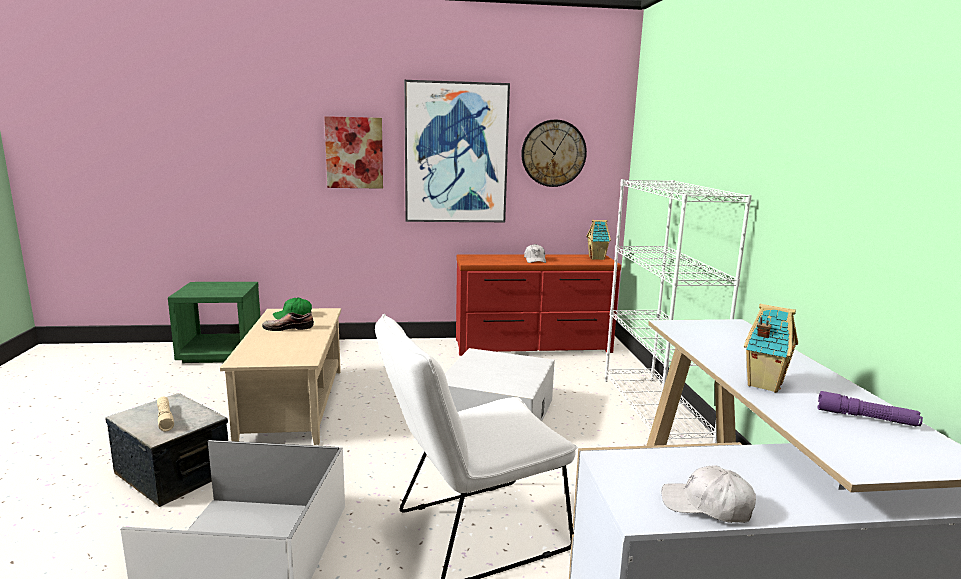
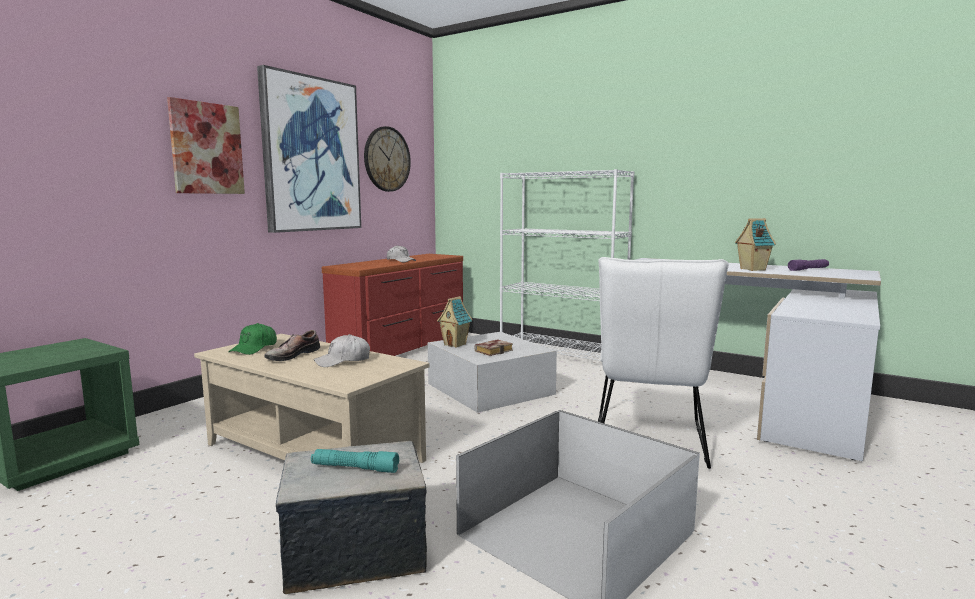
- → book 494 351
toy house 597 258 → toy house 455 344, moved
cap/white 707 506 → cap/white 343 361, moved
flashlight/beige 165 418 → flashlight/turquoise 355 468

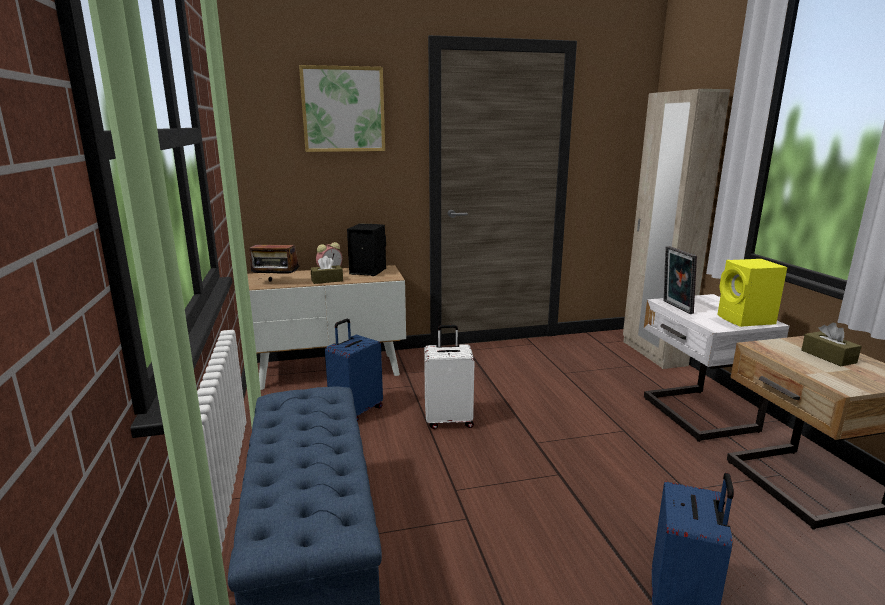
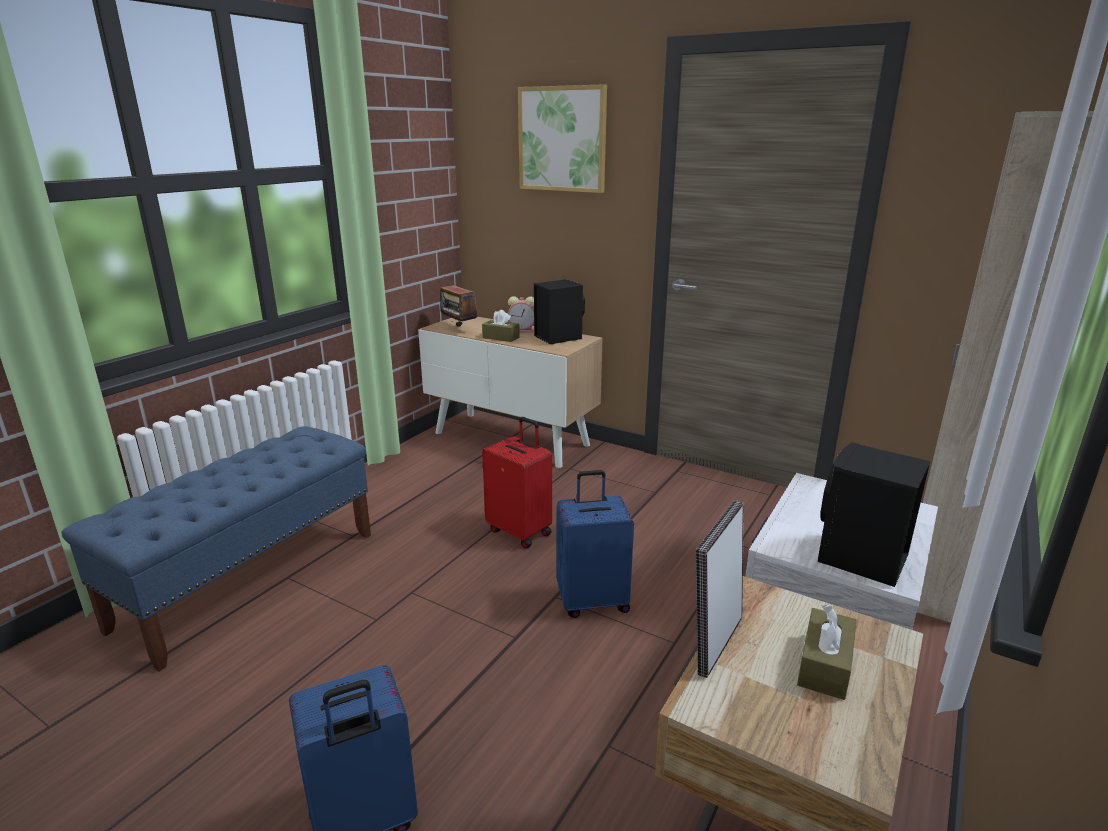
suitcase/blue 356 411 → suitcase/blue 592 601, moved
picture frame 675 307 → picture frame 714 642, moved
suitcase/white 449 420 → suitcase/red 520 531
speaker/yellow 746 320 → speaker/black 860 560

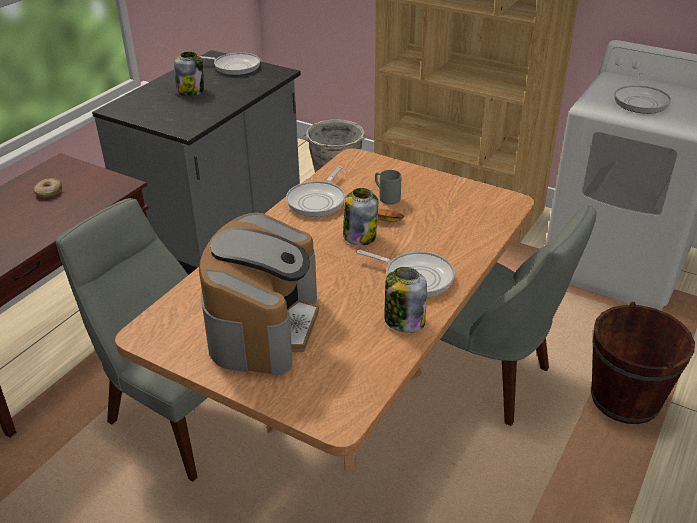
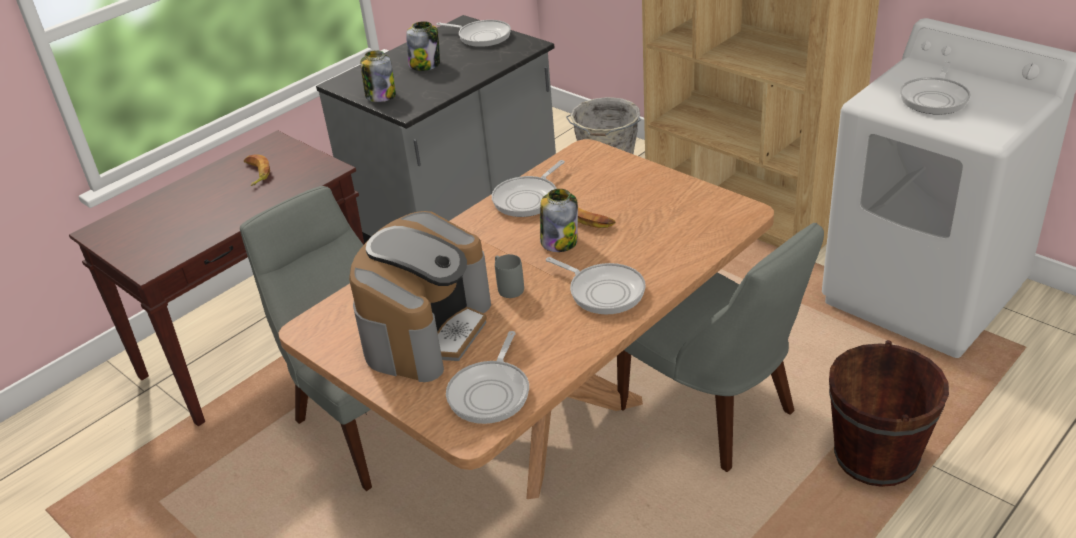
- → frying pan 491 393
mug/grey 386 197 → mug/grey 507 287, moved
jar 403 320 → jar 380 96, moved
donut 49 192 → banana 256 173

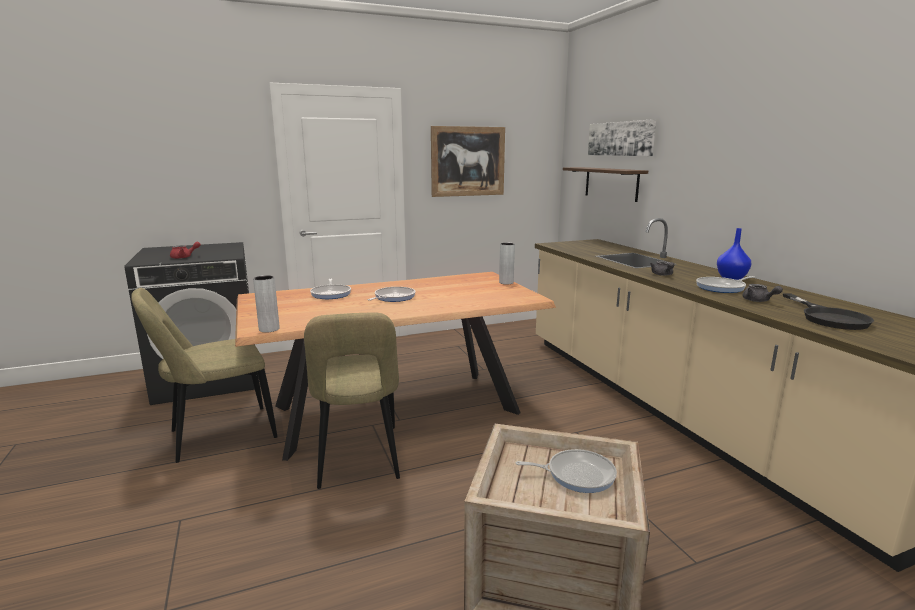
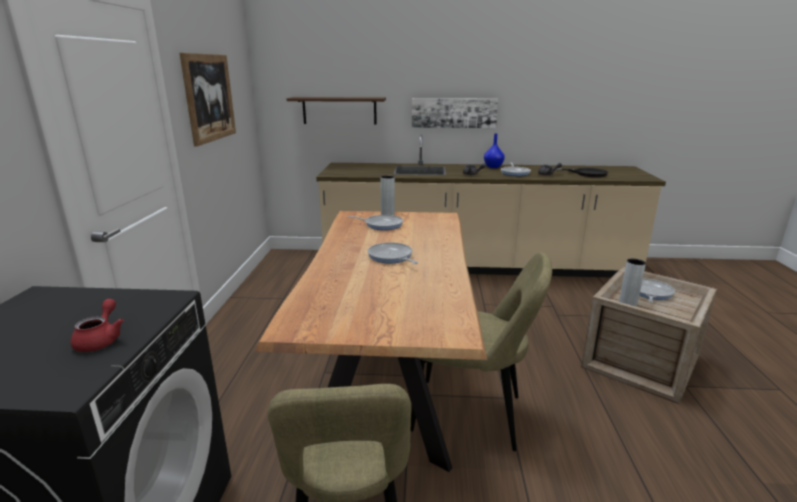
vase/grey 269 329 → vase/grey 627 303, moved
frying pan 331 294 → frying pan 381 224, moved
picture 621 138 → picture 454 112, moved

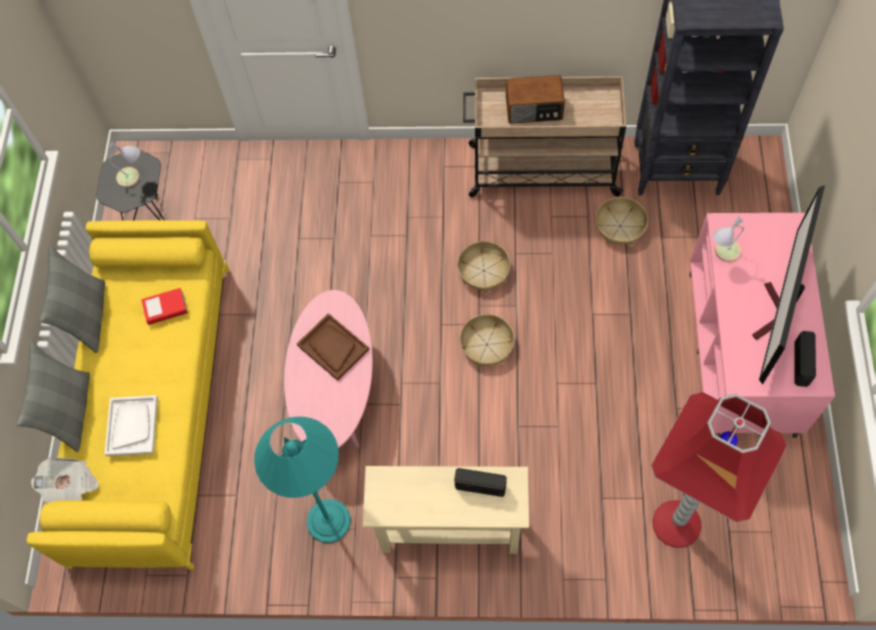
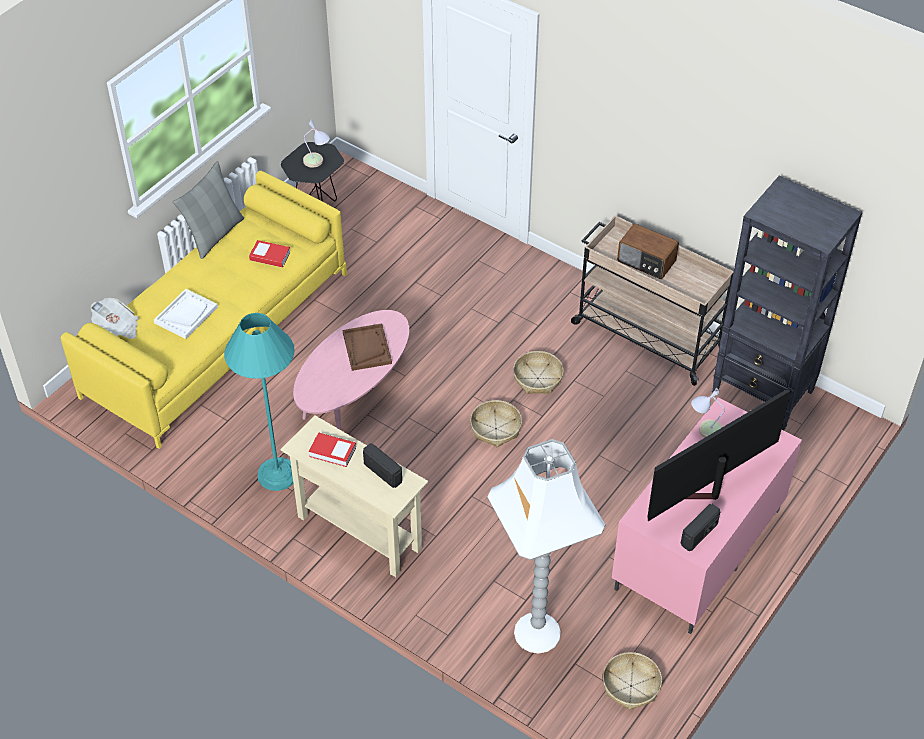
pillow/grey 71 412 → -
- → book 332 452
basket 620 226 → basket 631 686, moved
floor lamp/red 677 525 → floor lamp/white 536 634

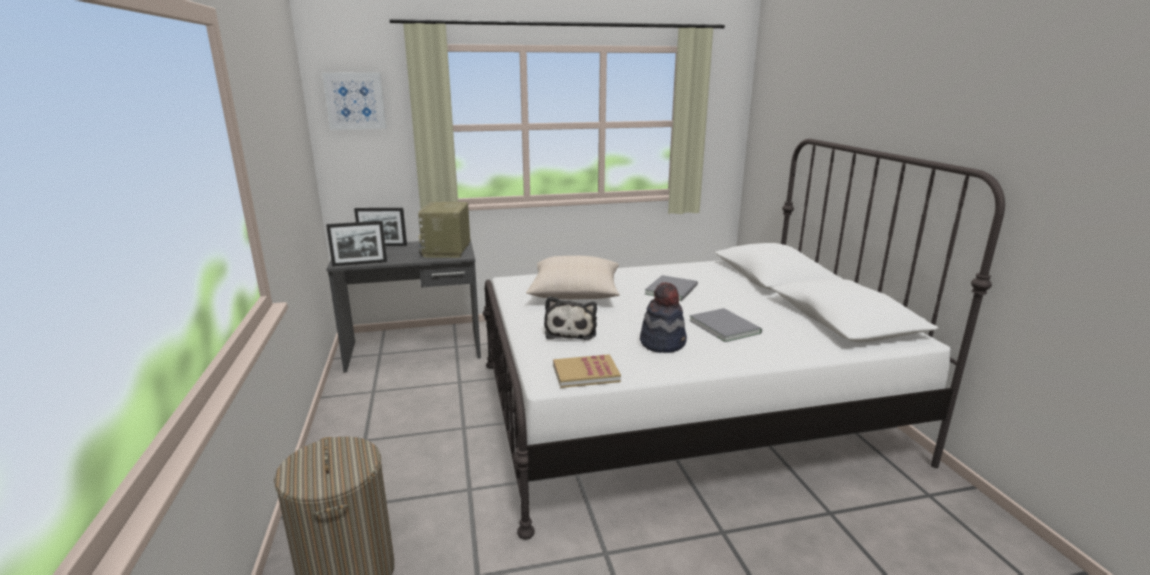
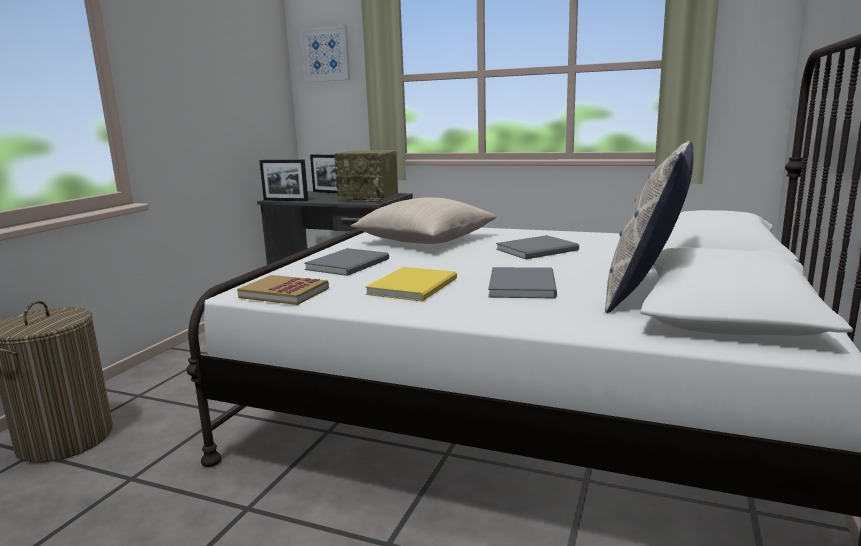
- → pillow 645 292
plush toy 571 331 → book/grey 350 264
hat 663 343 → book/yellow 416 286
radio 447 251 → radio 370 199, 105 degrees counterclockwise

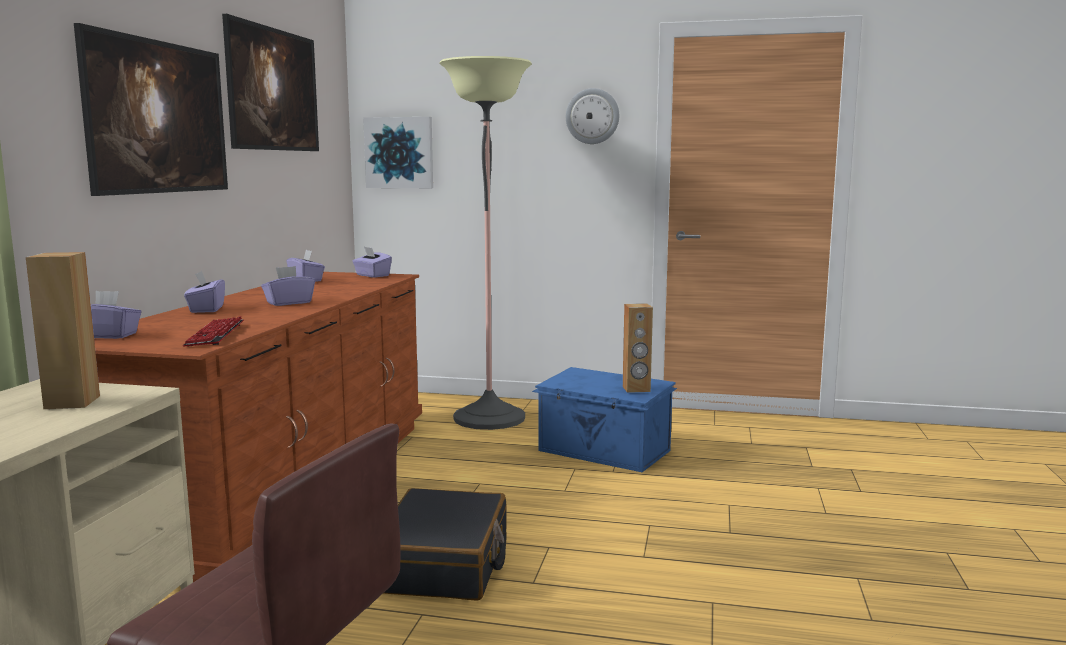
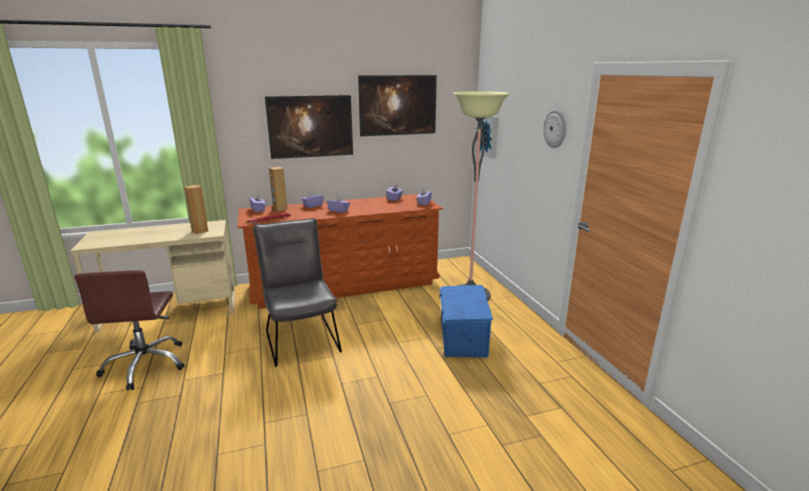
speaker/brown 636 389 → speaker/brown 280 209, moved
suitcase/black 444 564 → chair/grey 301 338

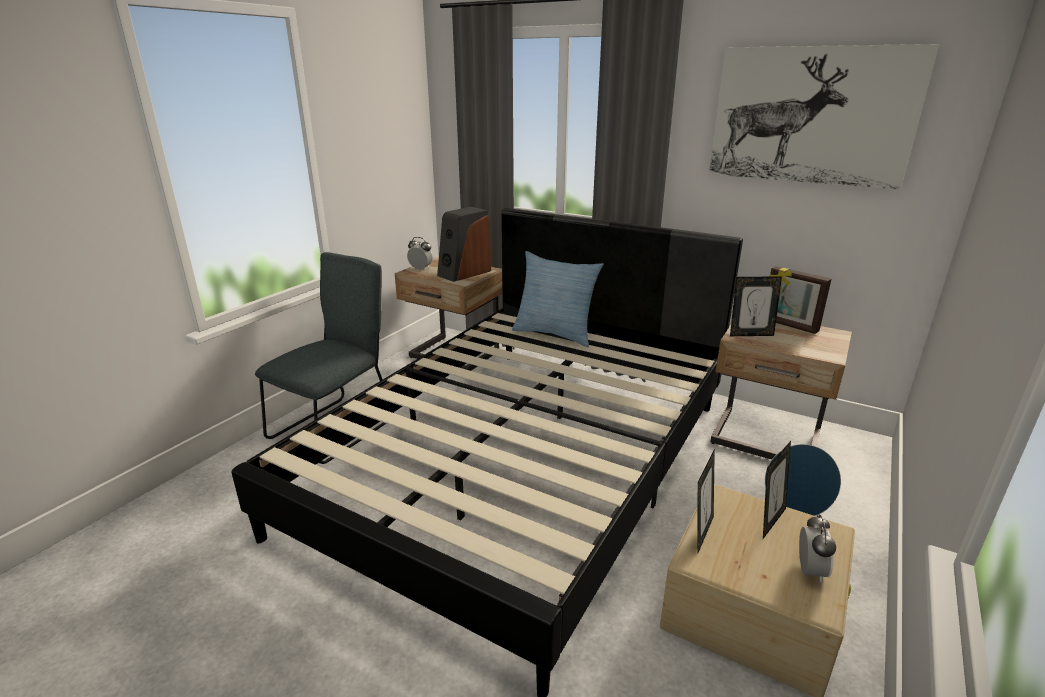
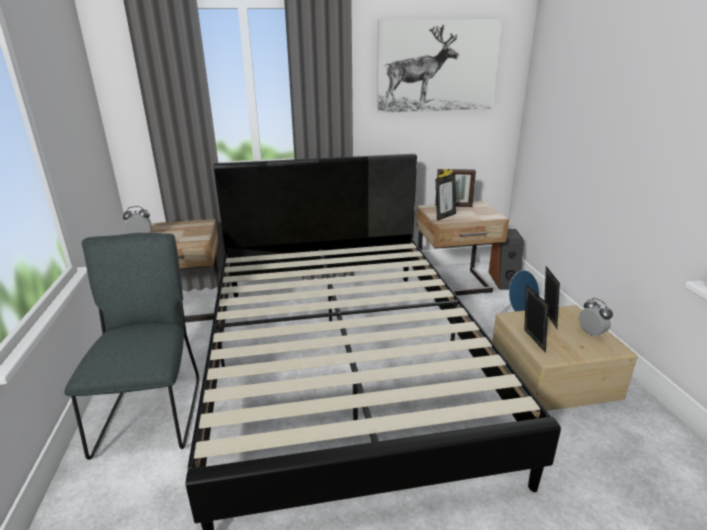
pillow 555 333 → -
speaker 464 273 → speaker 504 280, moved

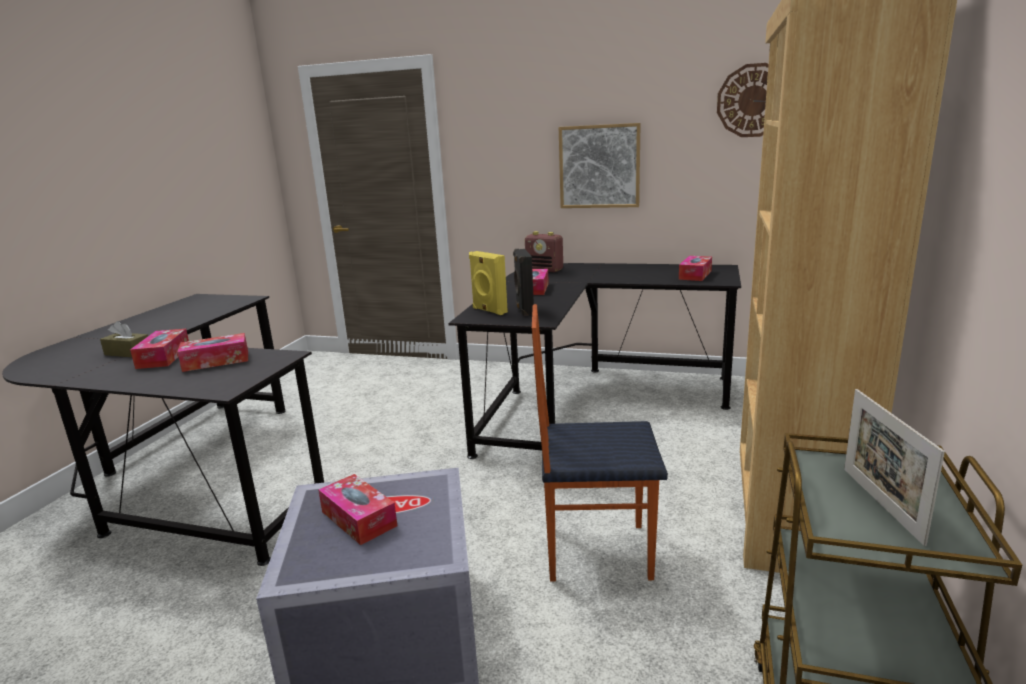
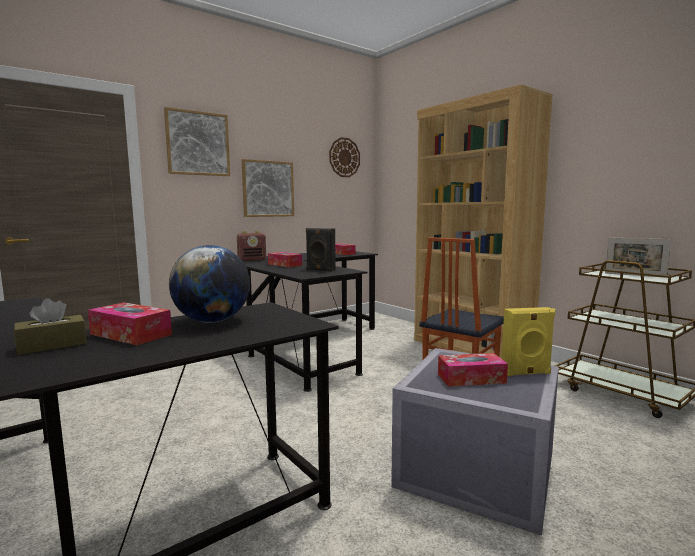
- → picture 198 143
speaker/yellow 488 310 → speaker/yellow 526 373, moved
tissue box 216 361 → globe 212 321

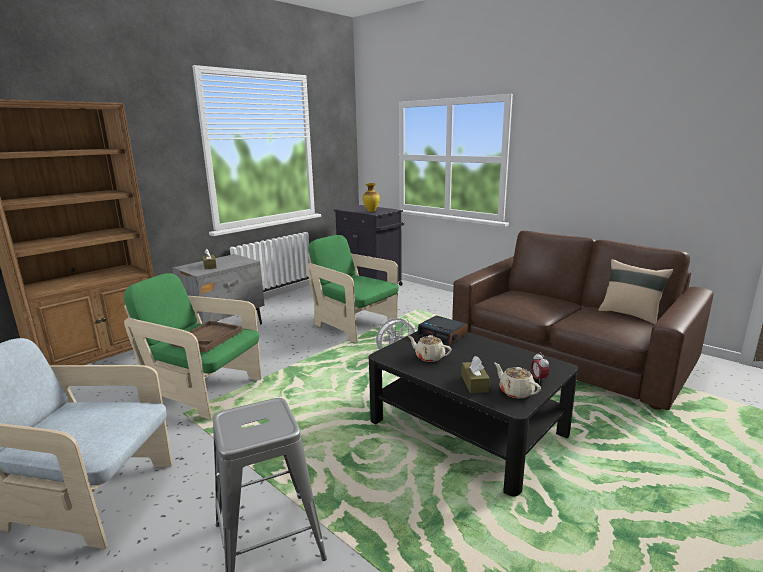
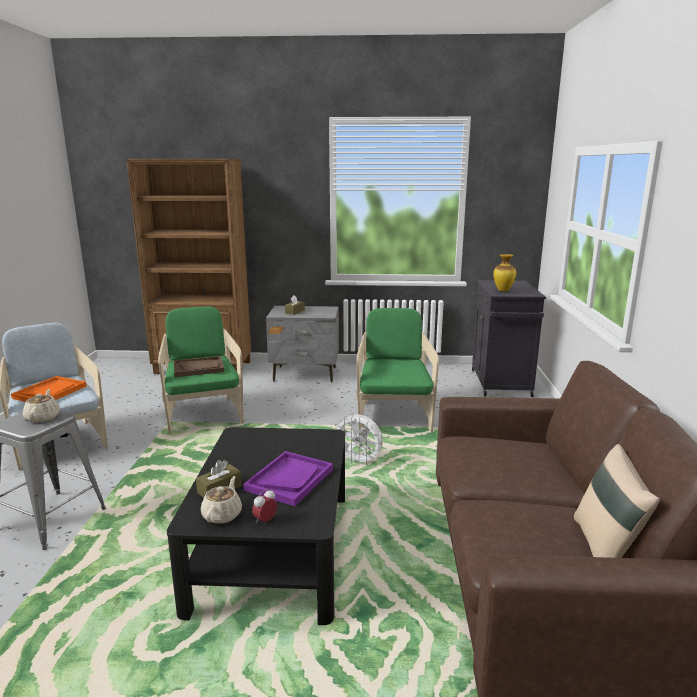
alarm clock 443 335 → -
- → tray/orange 50 392
- → tray/purple 289 479
teapot/beige 429 357 → teapot/beige 43 417, moved

